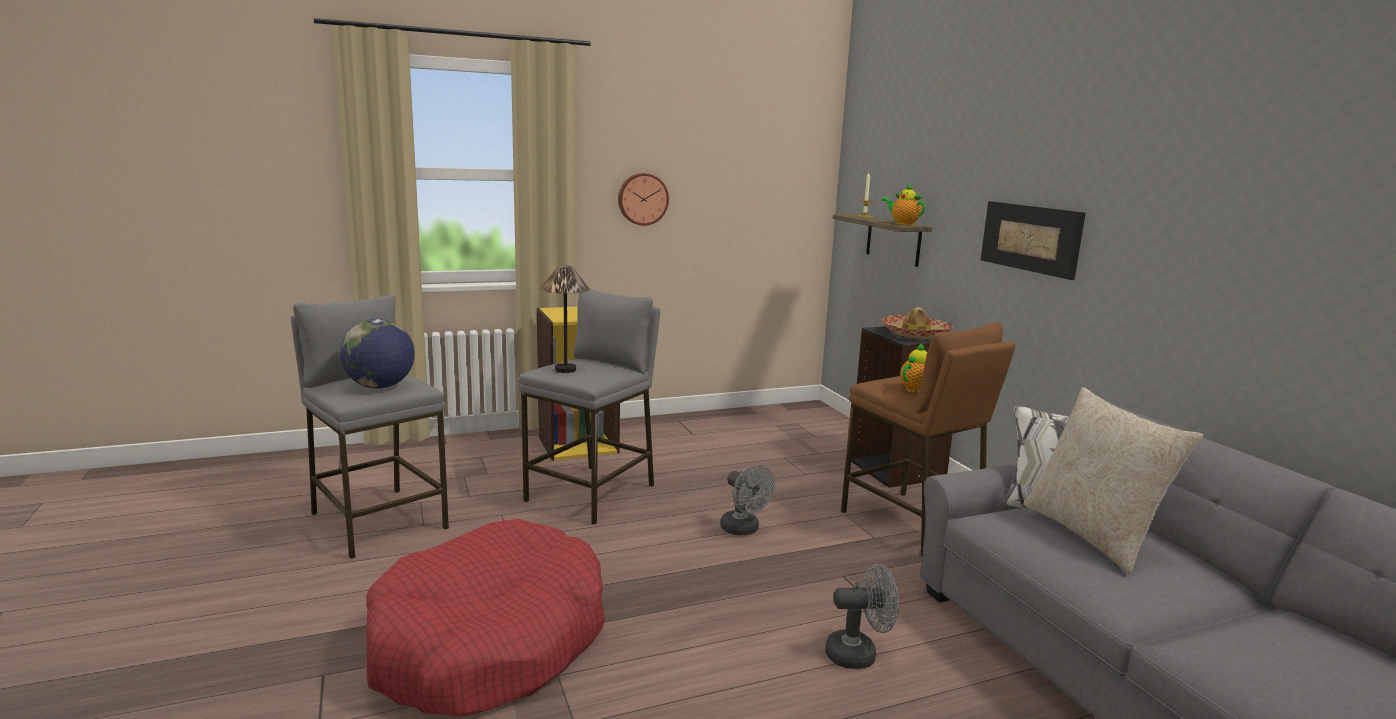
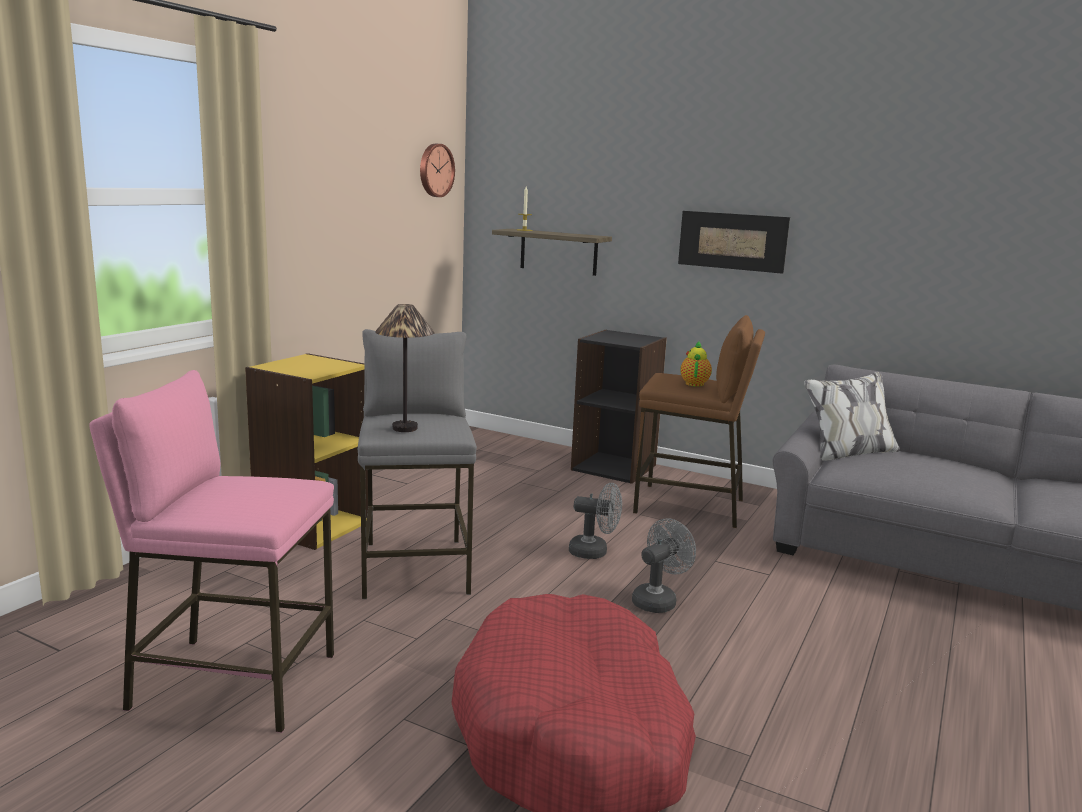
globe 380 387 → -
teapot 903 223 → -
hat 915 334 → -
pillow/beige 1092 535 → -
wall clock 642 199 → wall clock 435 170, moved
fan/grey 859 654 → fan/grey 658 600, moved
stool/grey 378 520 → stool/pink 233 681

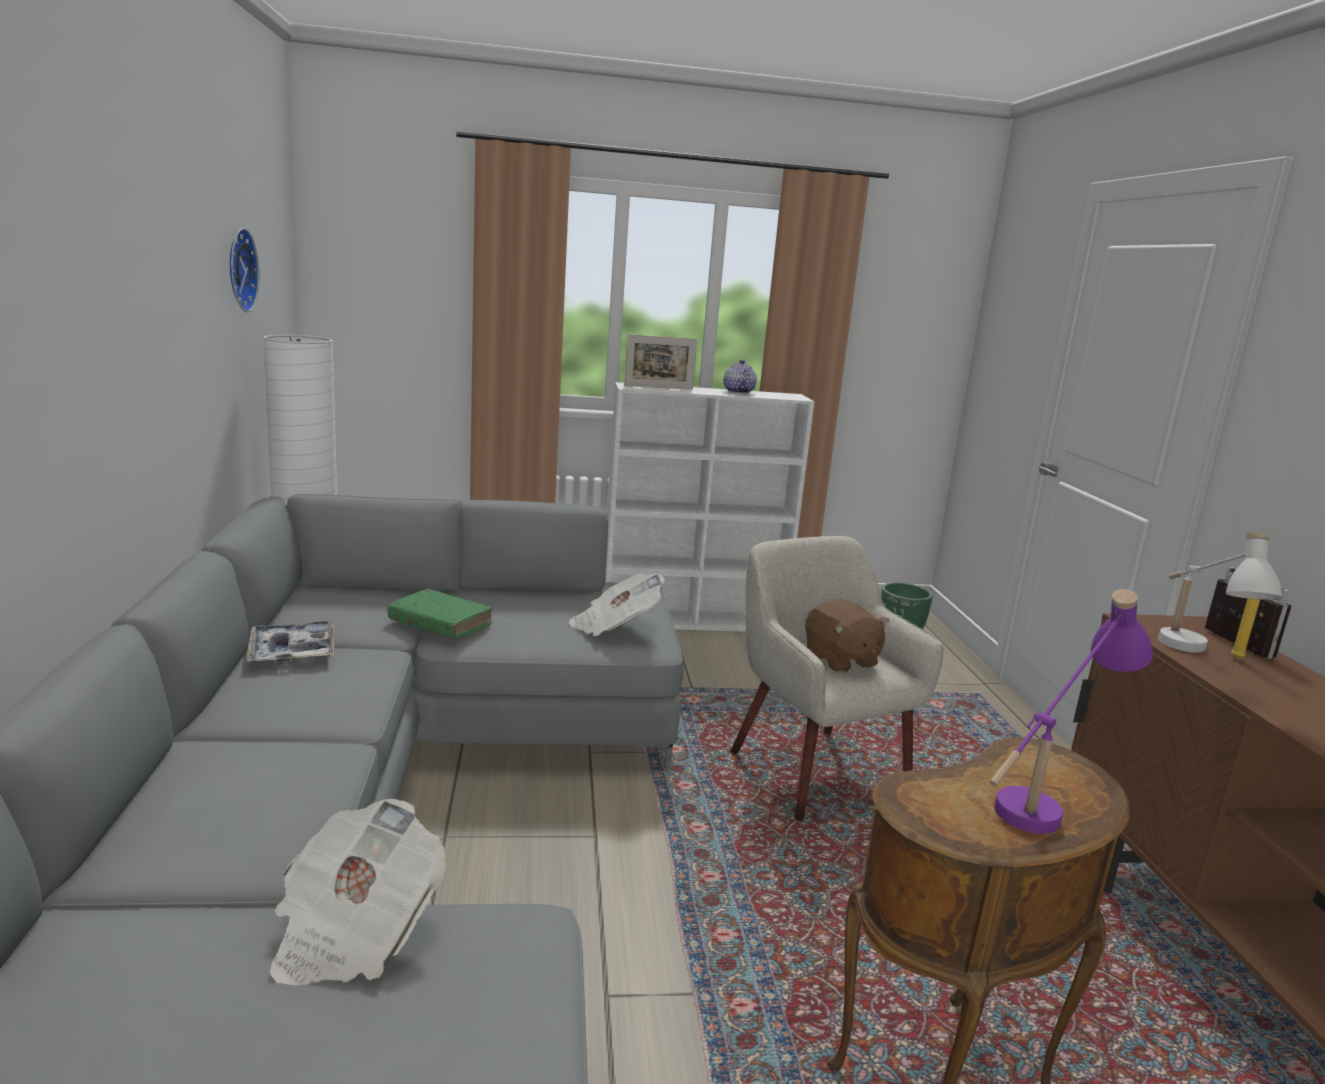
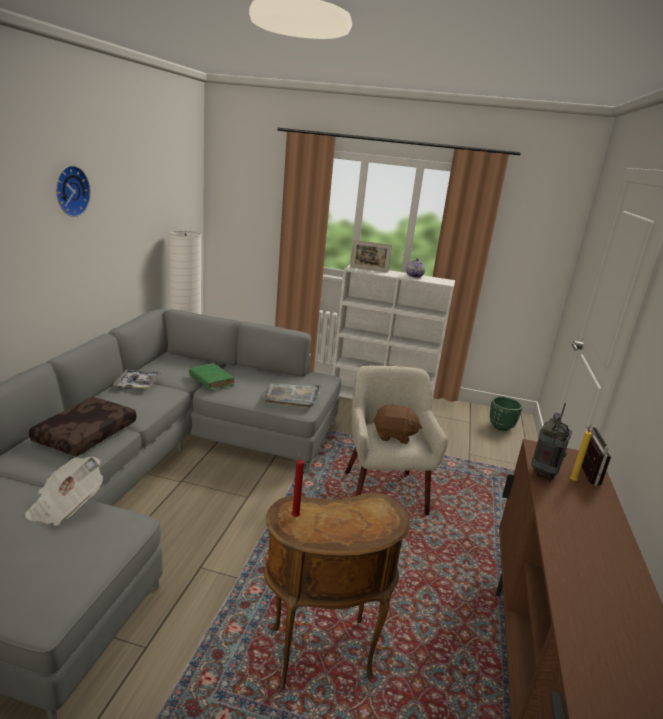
table lamp/purple 1047 798 → -
- → pillow/brown 85 434
- → candle/red 294 516
wall clock 238 270 → wall clock 70 191, moved
newspaper 615 626 → tray/grey 292 396
table lamp/white 1192 656 → radio 544 474
plush toy/brown 840 660 → plush toy/brown 394 436, 75 degrees counterclockwise

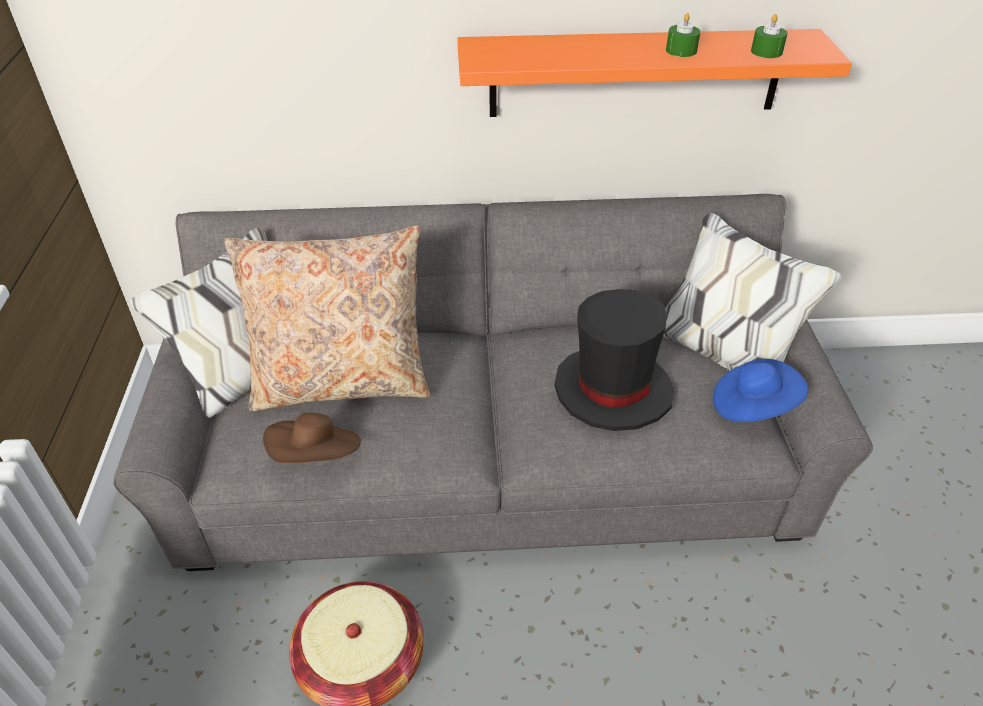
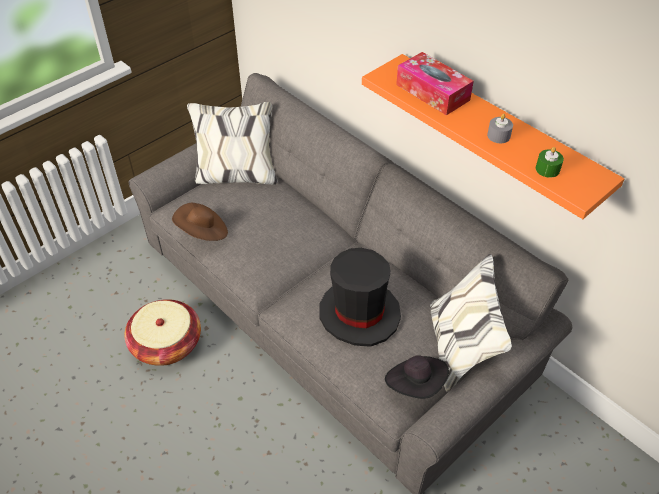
pillow/beige 342 382 → -
- → tissue box 432 92
candle/green 681 50 → candle/grey 498 136
hat/blue 752 406 → hat/black 416 384

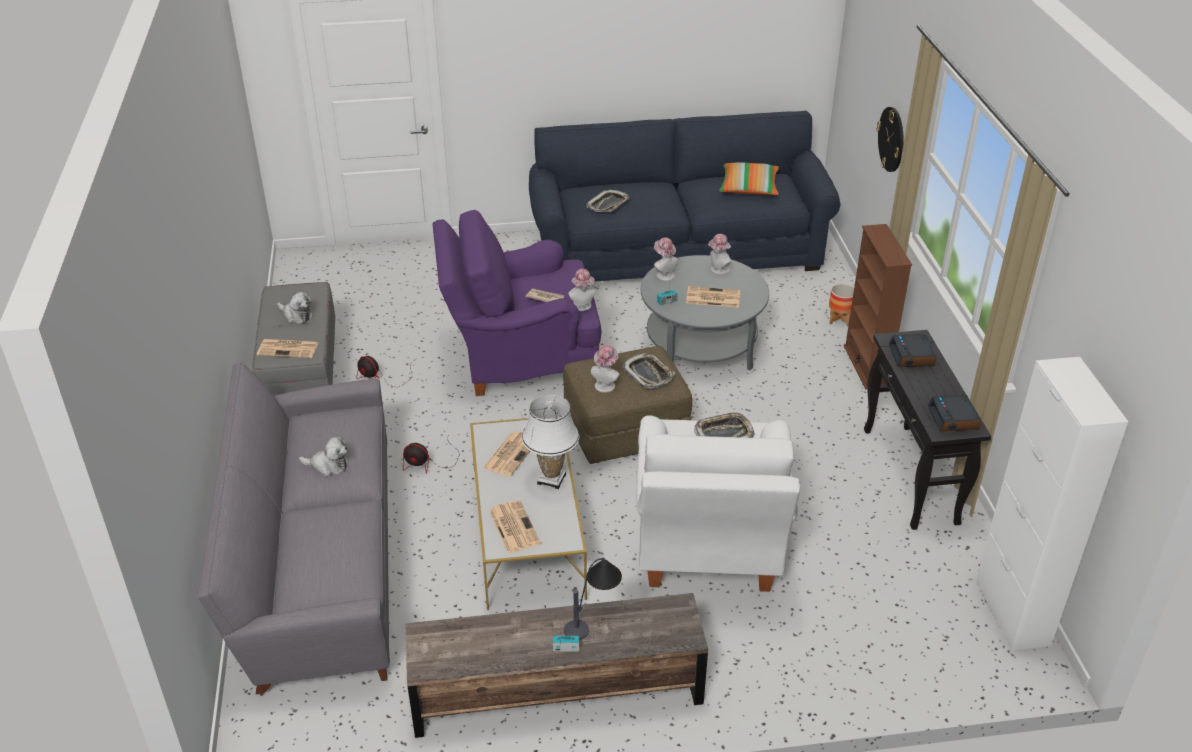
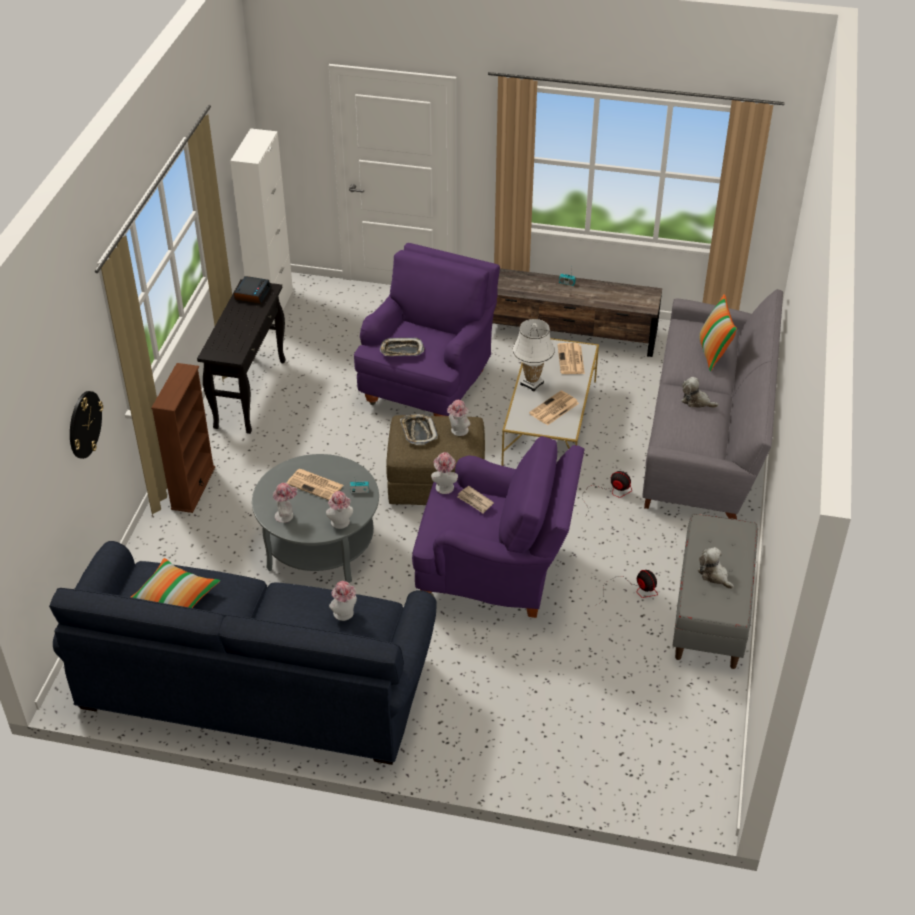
newspaper 289 349 → -
table lamp 593 615 → -
planter 839 319 → -
alarm clock 912 356 → -
- → pillow 713 353
tray 608 205 → hat 345 614
armchair/white 708 545 → armchair/purple 428 384

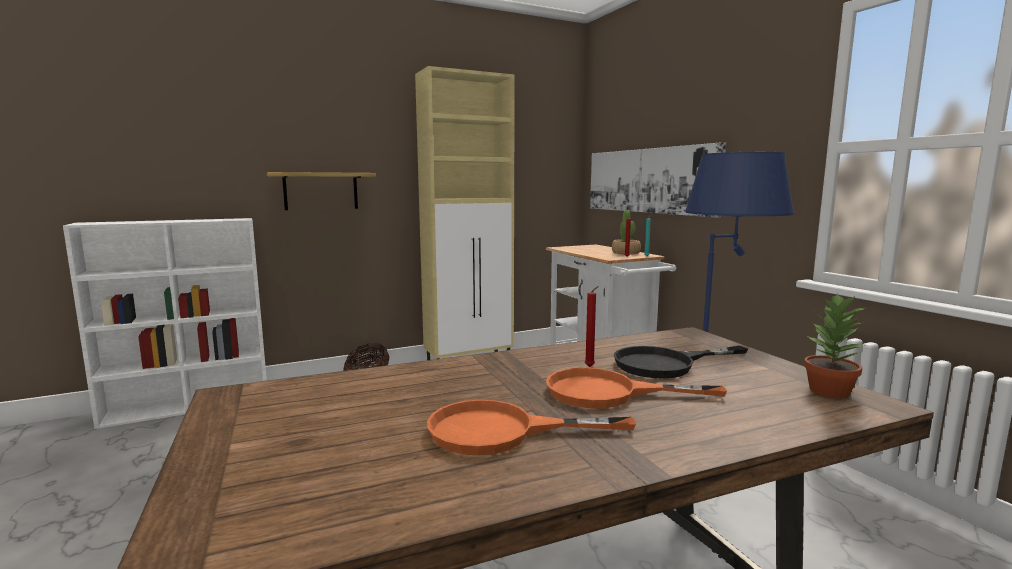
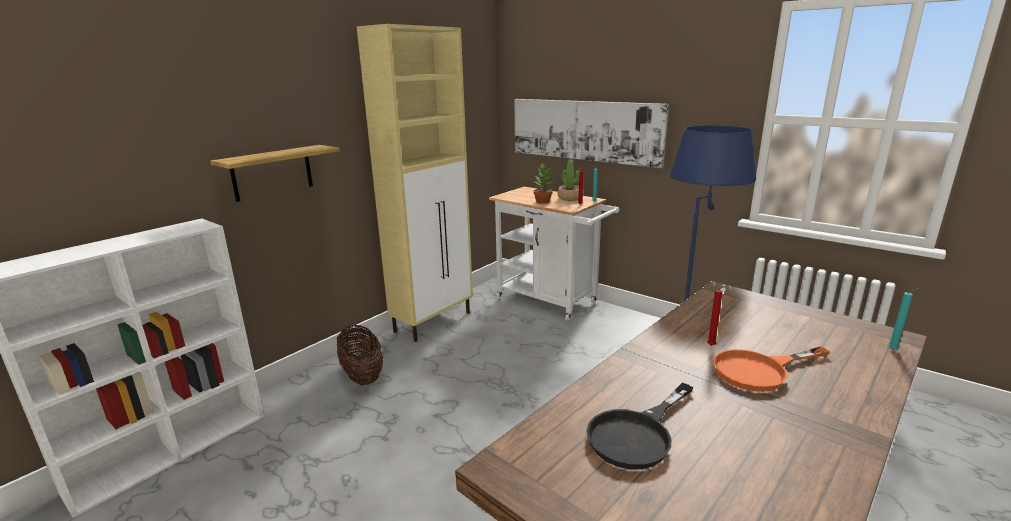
frying pan/orange 501 431 → -
- → candle/turquoise 894 350
frying pan/black 666 364 → frying pan/black 637 434, moved
potted plant 828 391 → potted plant 542 202, moved

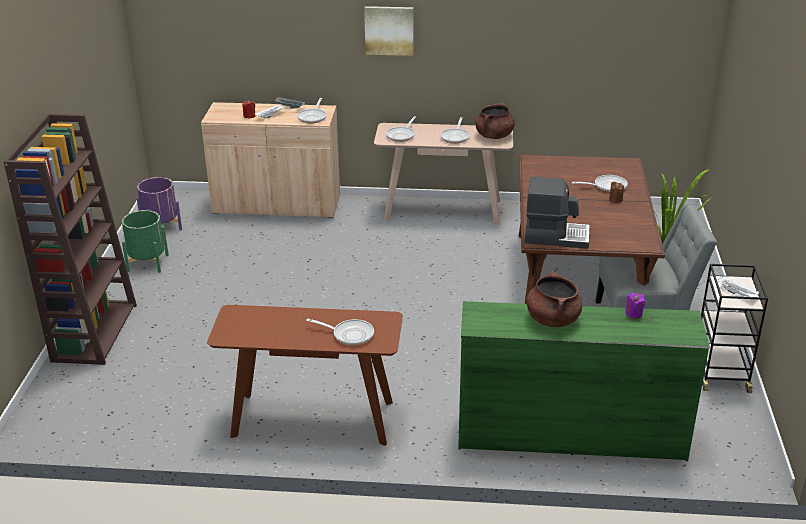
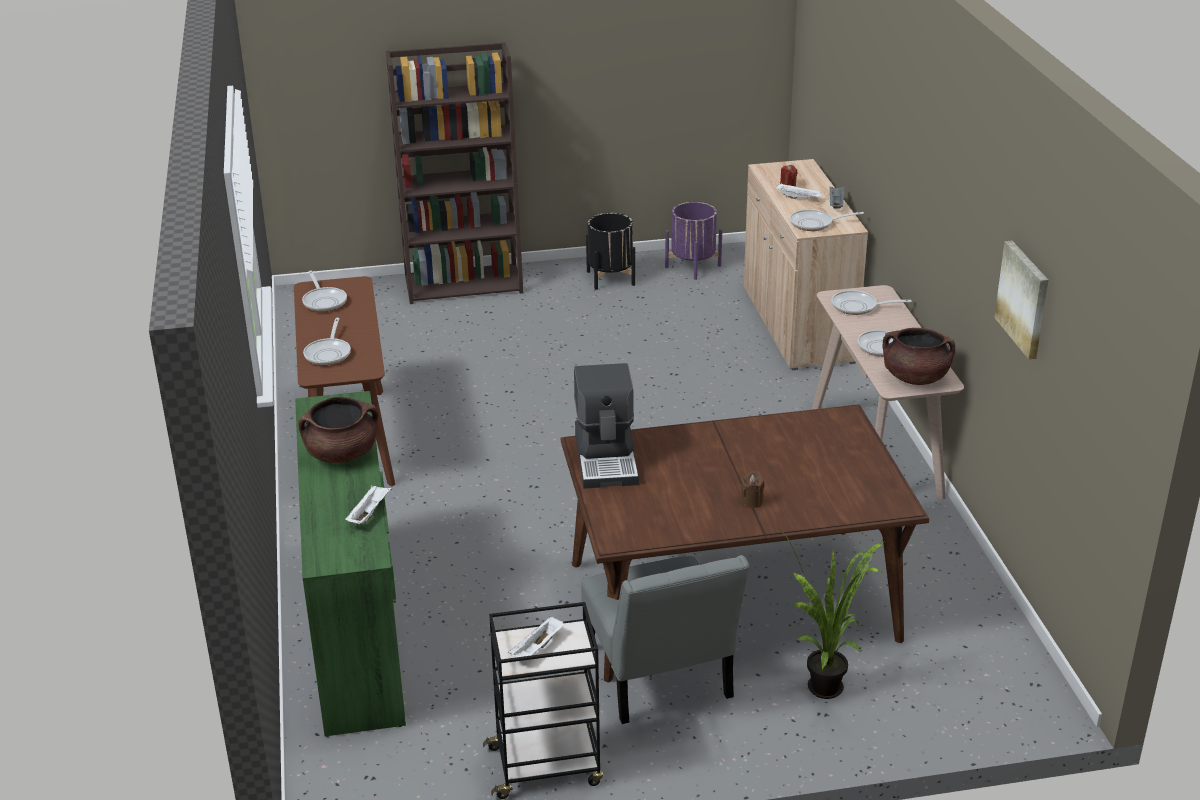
picture 389 30 → picture 1024 299, moved
frying pan 607 186 → frying pan 324 301, moved
candle/purple 633 314 → tray/white 369 513
planter/green 148 263 → planter/black 610 278

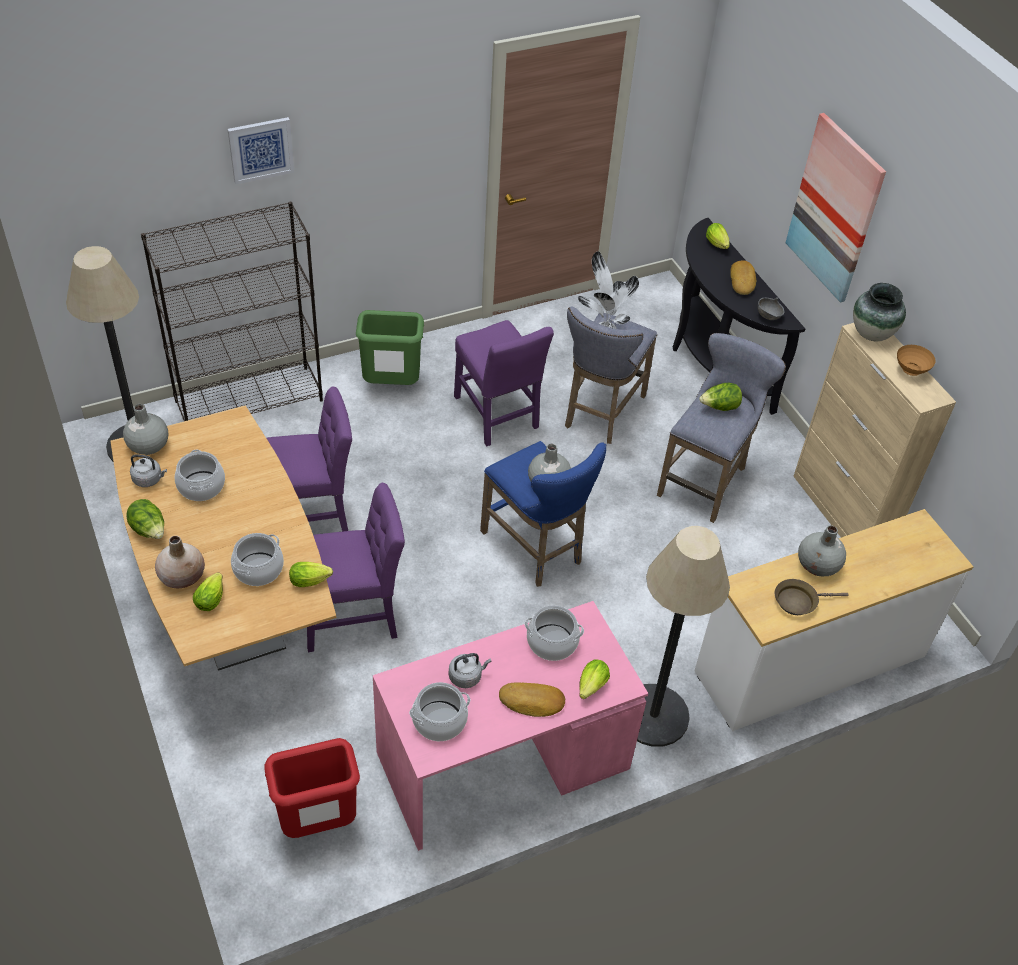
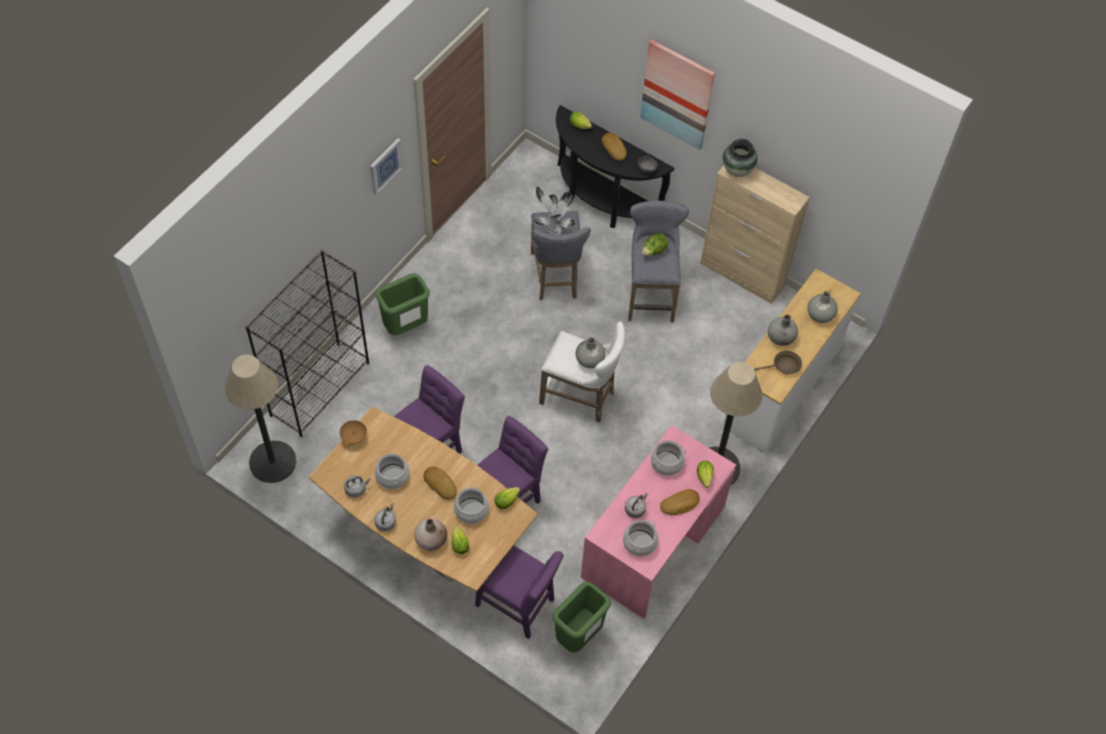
- → bread 441 484
vase/grey 148 445 → vase/grey 820 315, moved
picture 261 149 → picture 385 166, moved
chair/purple 497 416 → chair/purple 518 605, moved
bowl/brown 910 370 → bowl/brown 353 438, moved
lettuce 149 530 → kettle/grey 386 522
trash can/red 318 824 → trash can/green 579 636
stool/blue 536 549 → stool/white 581 398
frying pan/brown 798 601 → frying pan/brown 784 366, 150 degrees counterclockwise

